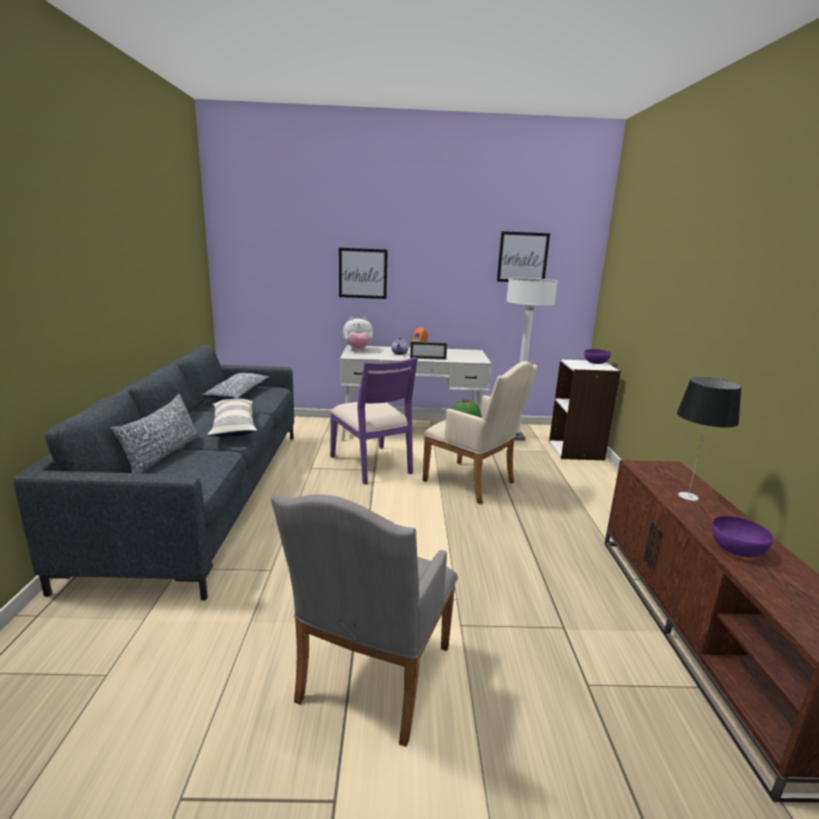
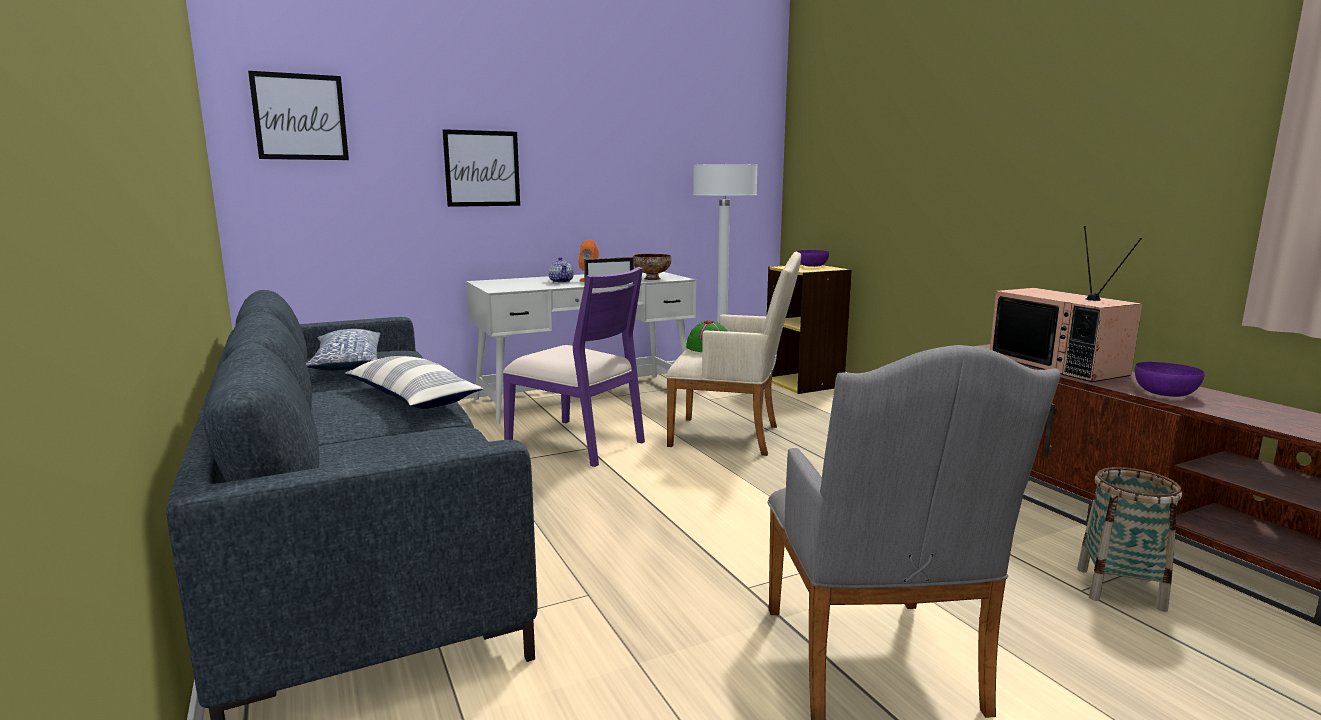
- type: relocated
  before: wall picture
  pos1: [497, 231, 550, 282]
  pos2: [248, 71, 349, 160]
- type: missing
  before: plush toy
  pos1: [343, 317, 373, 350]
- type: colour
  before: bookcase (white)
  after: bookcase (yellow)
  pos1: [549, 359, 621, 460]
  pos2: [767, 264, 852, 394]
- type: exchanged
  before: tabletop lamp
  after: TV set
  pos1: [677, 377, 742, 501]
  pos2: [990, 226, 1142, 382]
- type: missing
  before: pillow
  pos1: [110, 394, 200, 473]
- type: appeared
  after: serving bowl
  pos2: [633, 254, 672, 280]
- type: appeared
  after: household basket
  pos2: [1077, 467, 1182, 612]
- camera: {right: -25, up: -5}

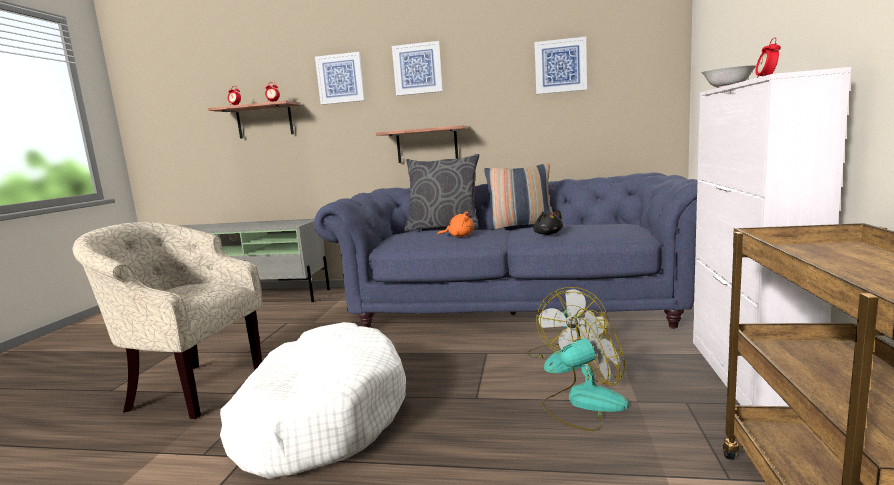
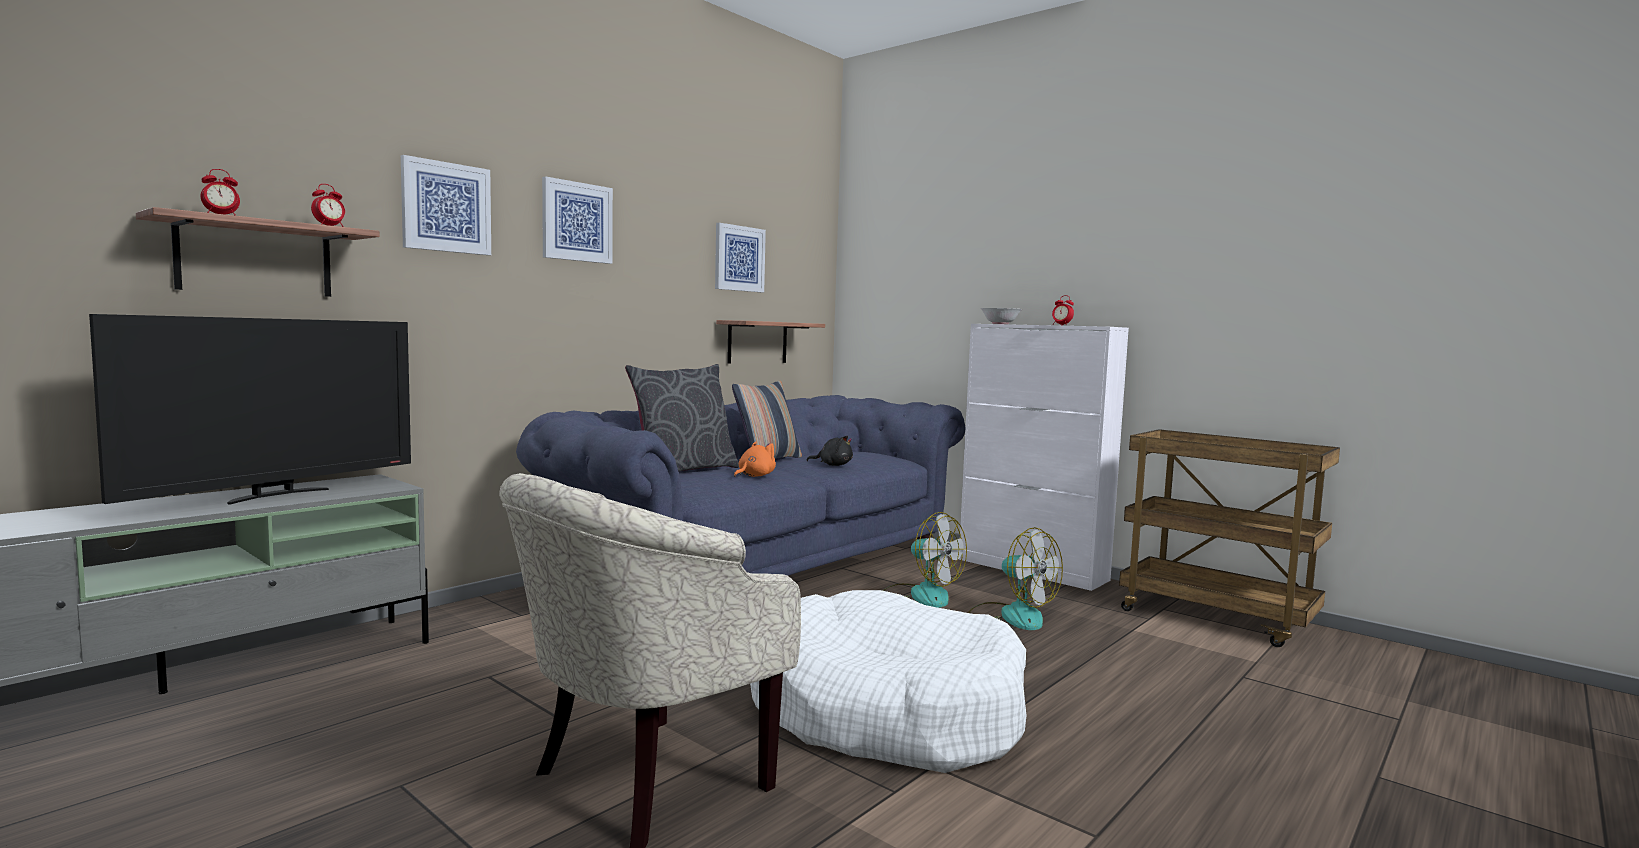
- type: relocated
  before: wall shelf
  pos1: [376, 125, 468, 163]
  pos2: [716, 320, 825, 363]
- type: spun
  before: cooling fan
  pos1: [542, 309, 629, 431]
  pos2: [968, 527, 1063, 630]
  turn: 120
- type: appeared
  after: TV set
  pos2: [89, 314, 411, 505]
- camera: {right: -60, up: -5}

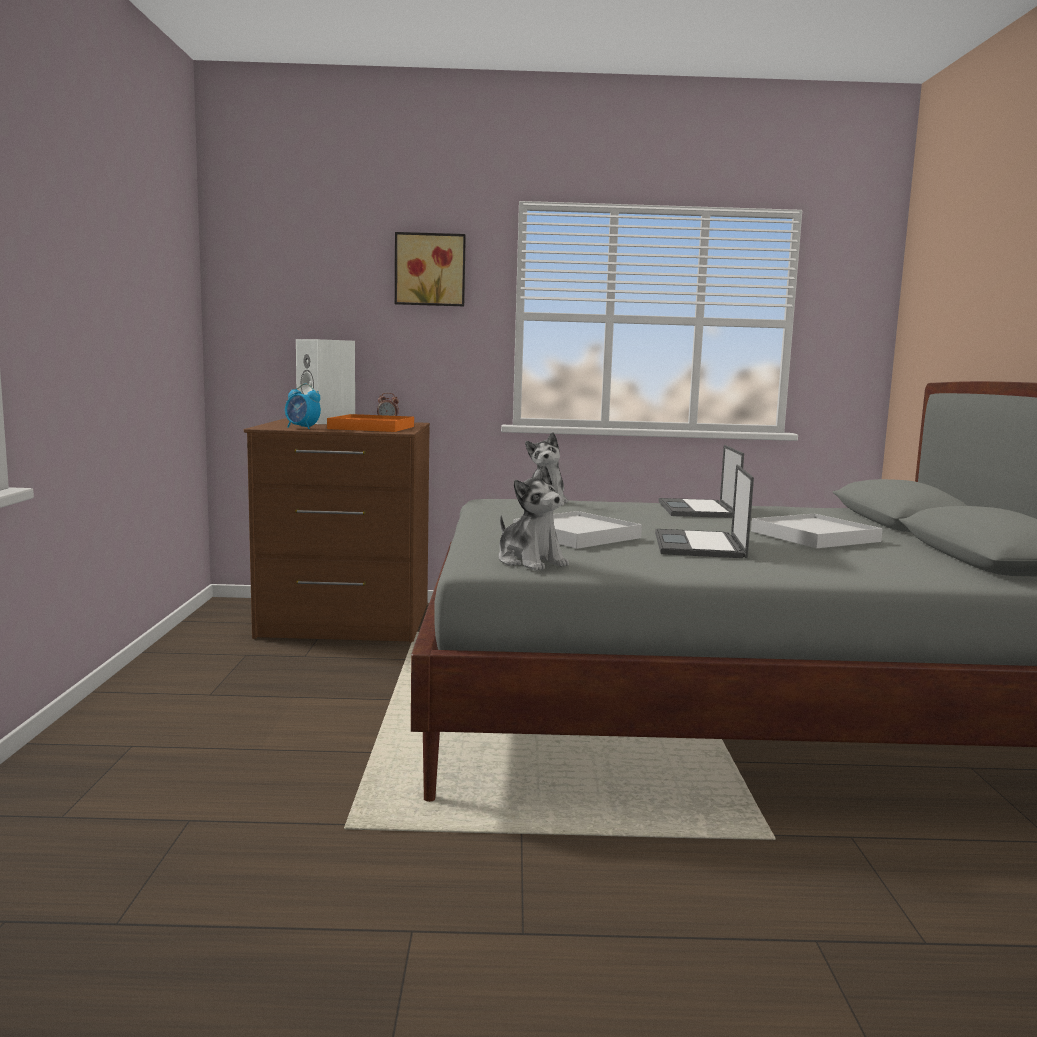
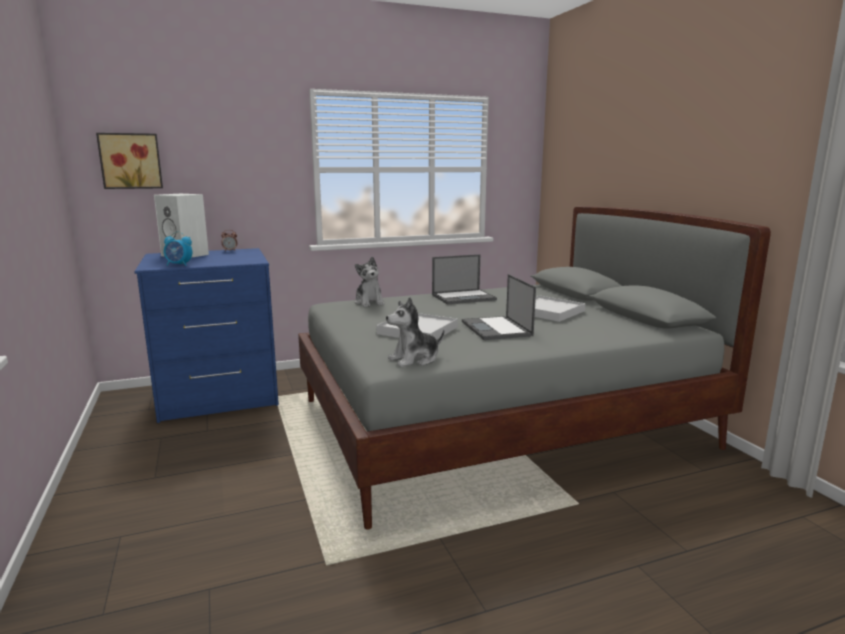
- type: relocated
  before: wall picture
  pos1: [395, 232, 466, 306]
  pos2: [96, 133, 163, 189]
- type: missing
  before: serving tray (orange)
  pos1: [327, 414, 414, 432]
- type: colour
  before: dresser (brown)
  after: dresser (bluish)
  pos1: [244, 419, 430, 643]
  pos2: [134, 248, 279, 423]
- type: spun
  before: portable computer
  pos1: [659, 445, 744, 518]
  pos2: [432, 254, 497, 304]
  turn: -90
- type: spun
  before: plush toy
  pos1: [499, 465, 569, 571]
  pos2: [386, 297, 444, 367]
  turn: 120
- camera: {right: -20, up: 5}

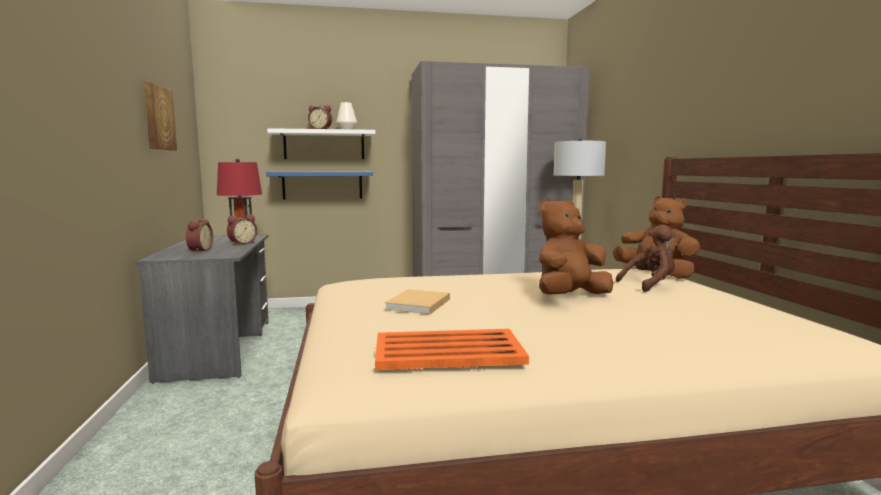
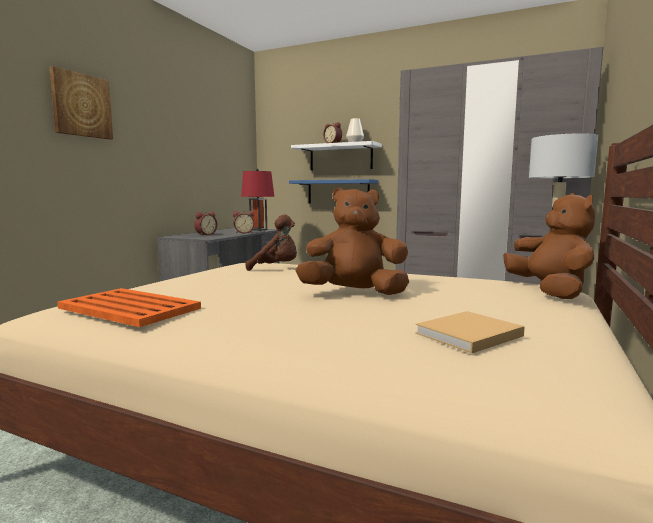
- type: relocated
  before: wall picture
  pos1: [144, 82, 177, 151]
  pos2: [49, 66, 113, 140]
- type: relocated
  before: plush toy (brown)
  pos1: [616, 224, 676, 292]
  pos2: [246, 214, 297, 271]
- type: relocated
  before: volume (beige-coloured)
  pos1: [384, 289, 450, 314]
  pos2: [415, 311, 525, 353]
- camera: {right: 35, up: 0}

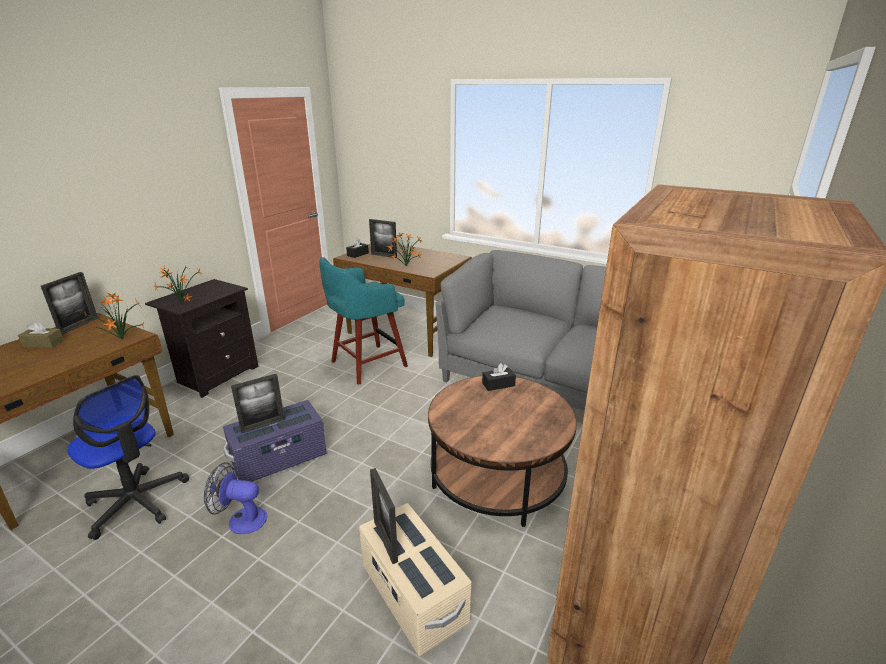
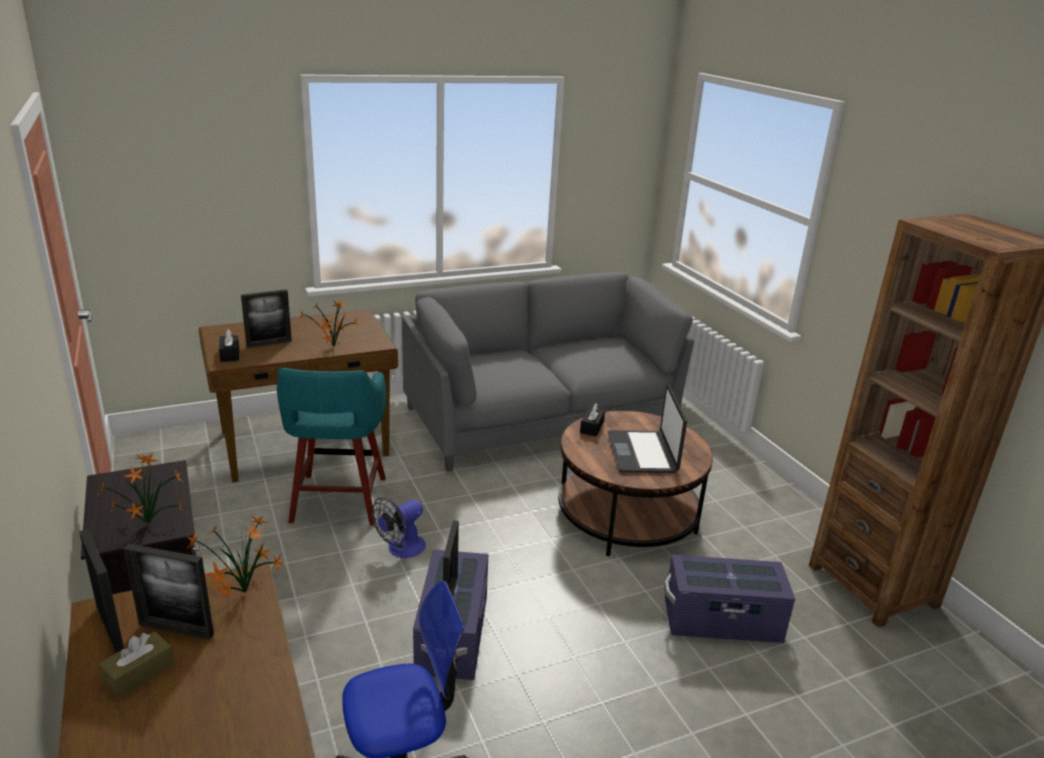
- type: relocated
  before: cooling fan
  pos1: [204, 462, 267, 534]
  pos2: [372, 498, 426, 558]
- type: relocated
  before: photo frame
  pos1: [370, 468, 398, 564]
  pos2: [123, 543, 214, 640]
- type: colour
  before: storage box (beige-coloured)
  after: storage box (purplish)
  pos1: [359, 503, 471, 656]
  pos2: [664, 555, 795, 643]
- type: appeared
  after: portable computer
  pos2: [607, 385, 687, 473]
- camera: {right: -55, up: 0}

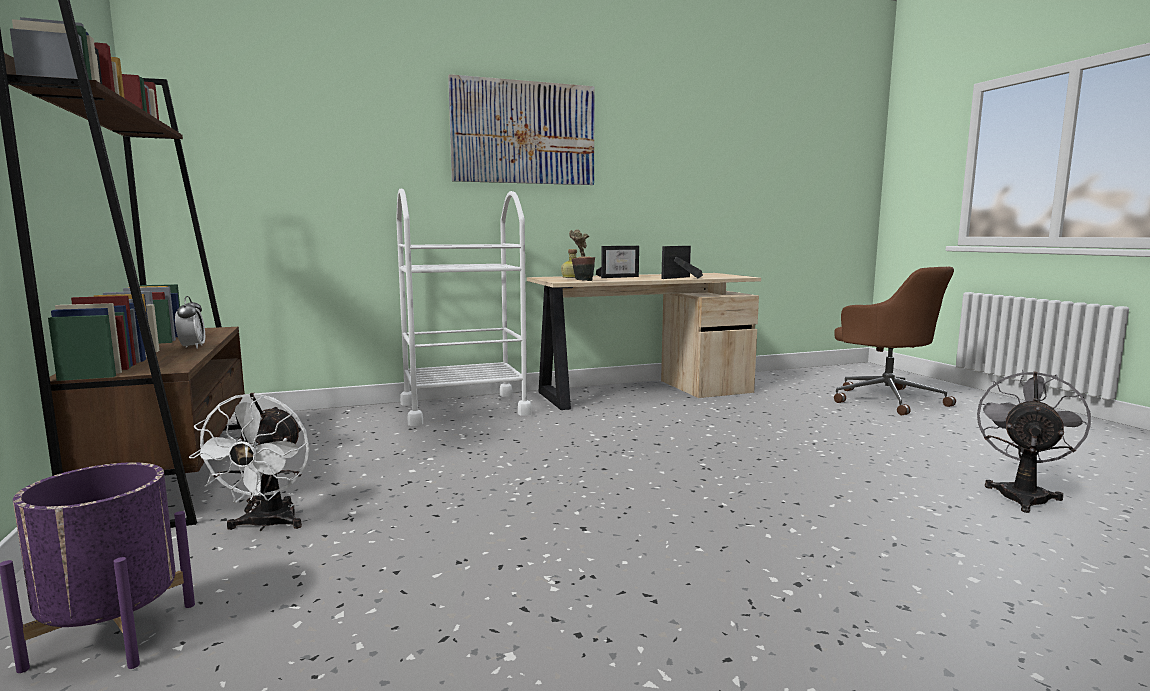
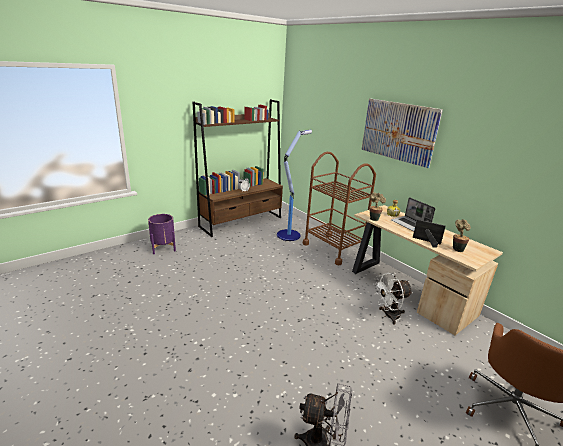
- type: colour
  before: trolley (white)
  after: trolley (brown)
  pos1: [396, 188, 532, 426]
  pos2: [303, 152, 376, 265]
- type: exchanged
  before: photo frame
  after: portable computer
  pos1: [596, 246, 639, 278]
  pos2: [391, 197, 435, 231]
- type: relocated
  before: cooling fan (white)
  pos1: [189, 393, 310, 531]
  pos2: [373, 273, 413, 325]
- type: appeared
  after: floor lamp
  pos2: [277, 130, 312, 241]
- type: appeared
  after: plant in a pot
  pos2: [453, 219, 471, 252]
- camera: {right: 70, up: 15}

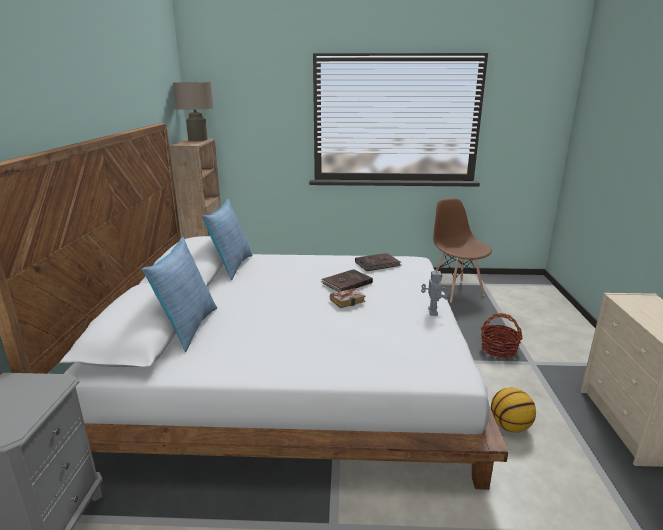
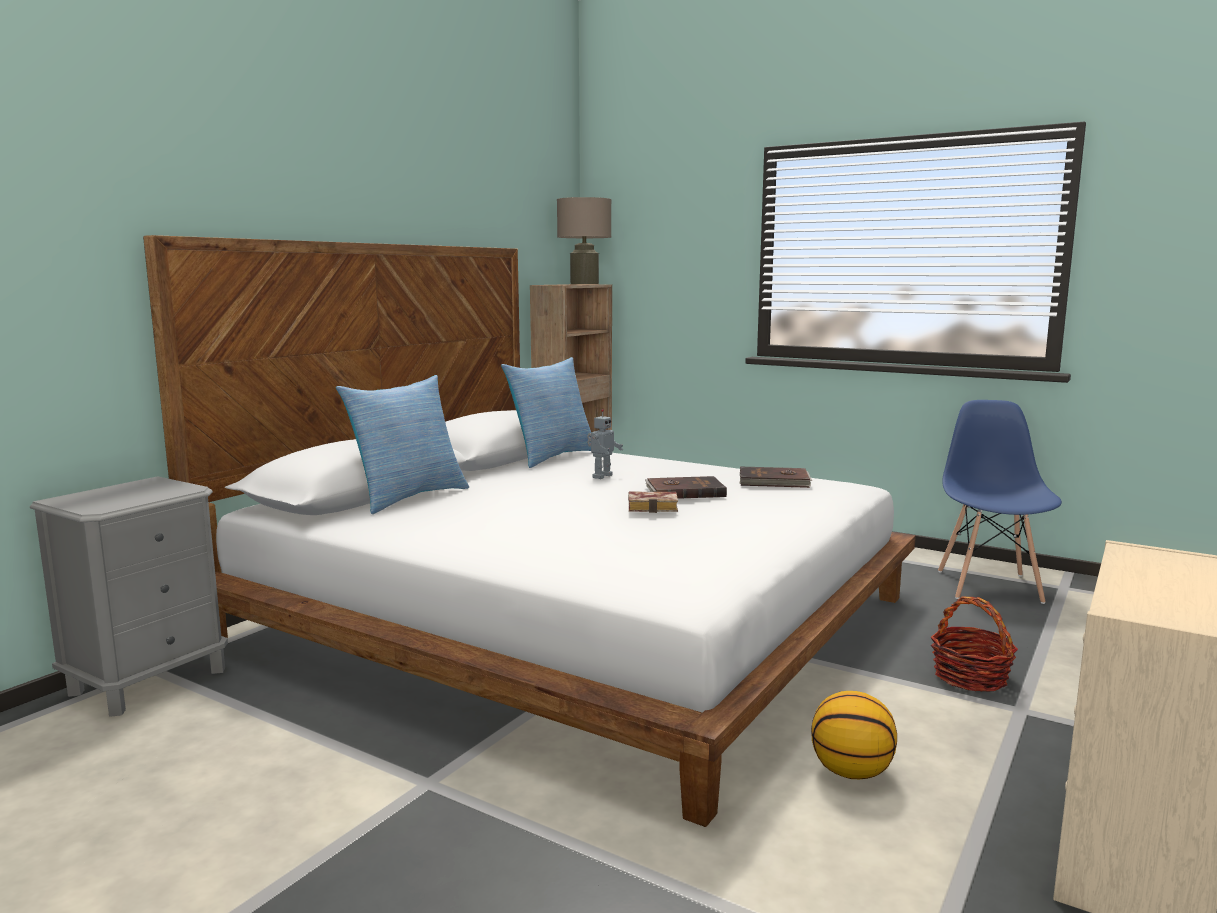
- type: colour
  before: plain chair (brown)
  after: plain chair (bluish)
  pos1: [433, 198, 492, 302]
  pos2: [938, 400, 1062, 604]
- type: relocated
  before: model robot
  pos1: [421, 267, 448, 316]
  pos2: [587, 409, 623, 479]
- camera: {right: 30, up: -10}

